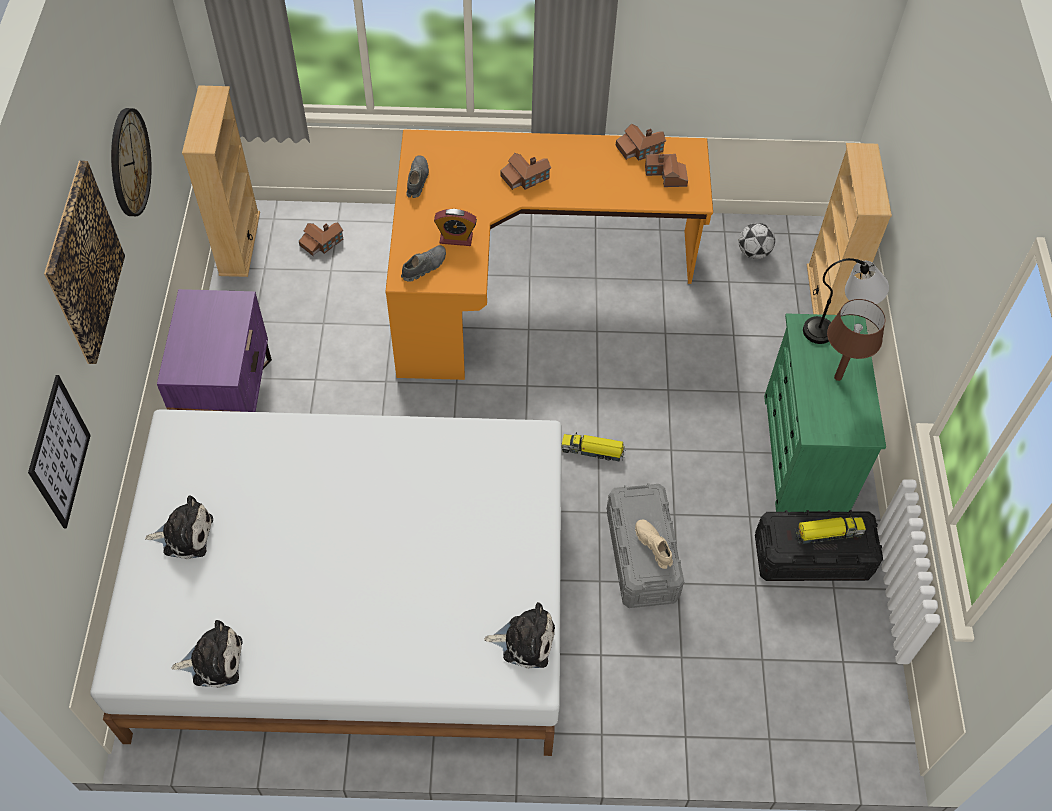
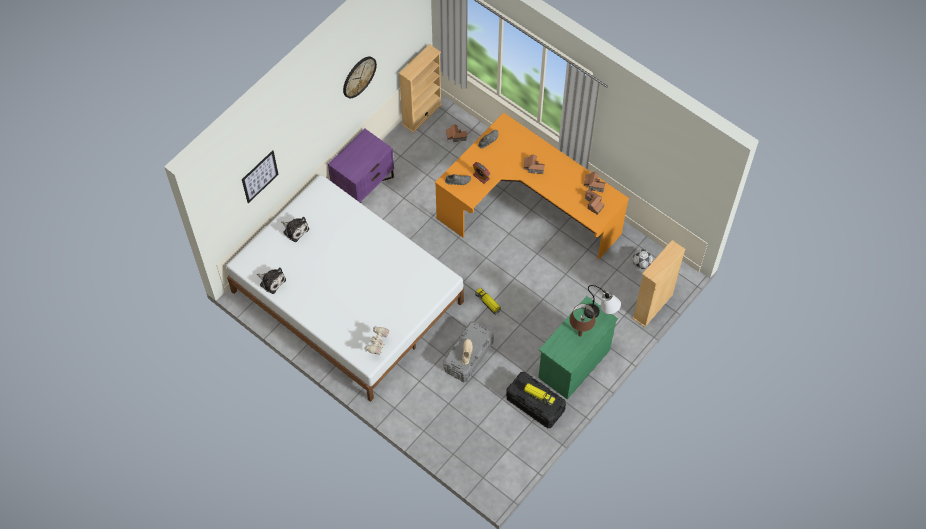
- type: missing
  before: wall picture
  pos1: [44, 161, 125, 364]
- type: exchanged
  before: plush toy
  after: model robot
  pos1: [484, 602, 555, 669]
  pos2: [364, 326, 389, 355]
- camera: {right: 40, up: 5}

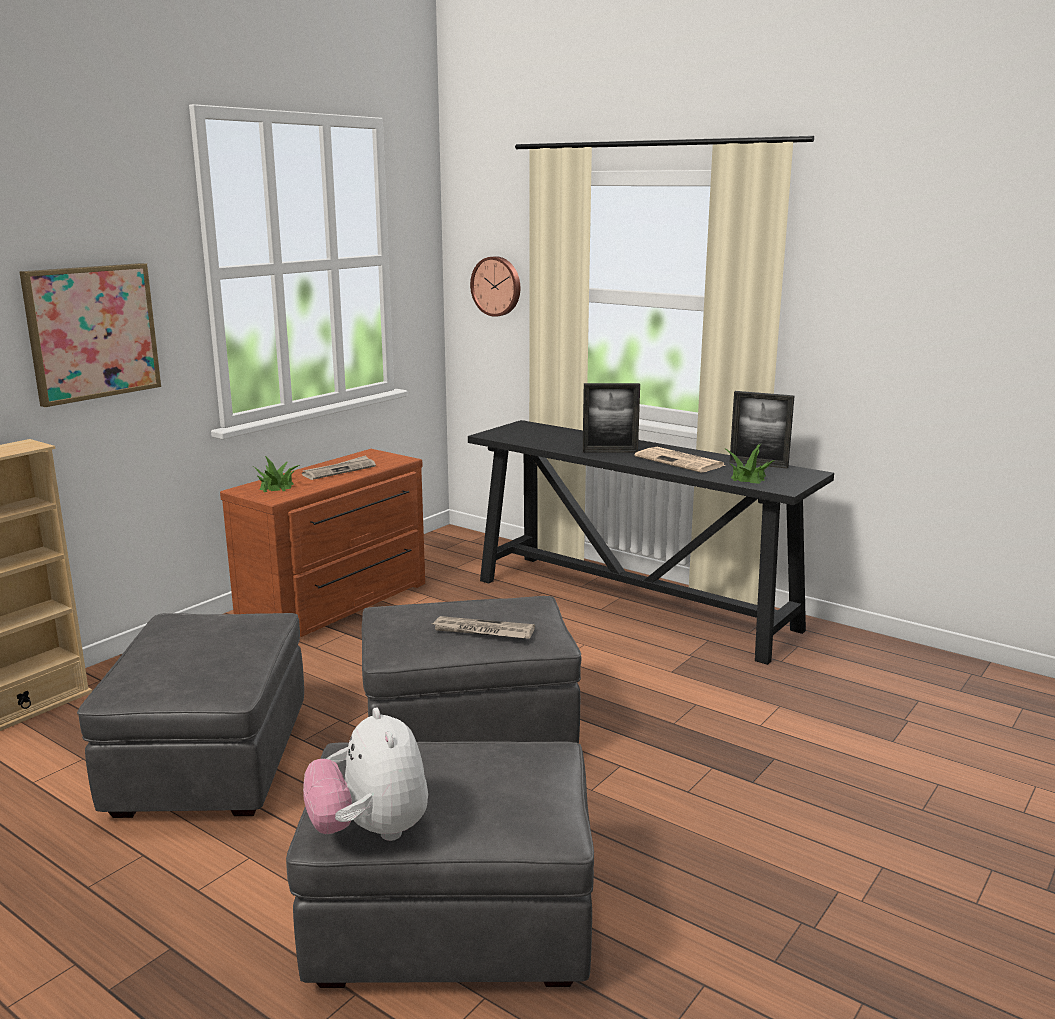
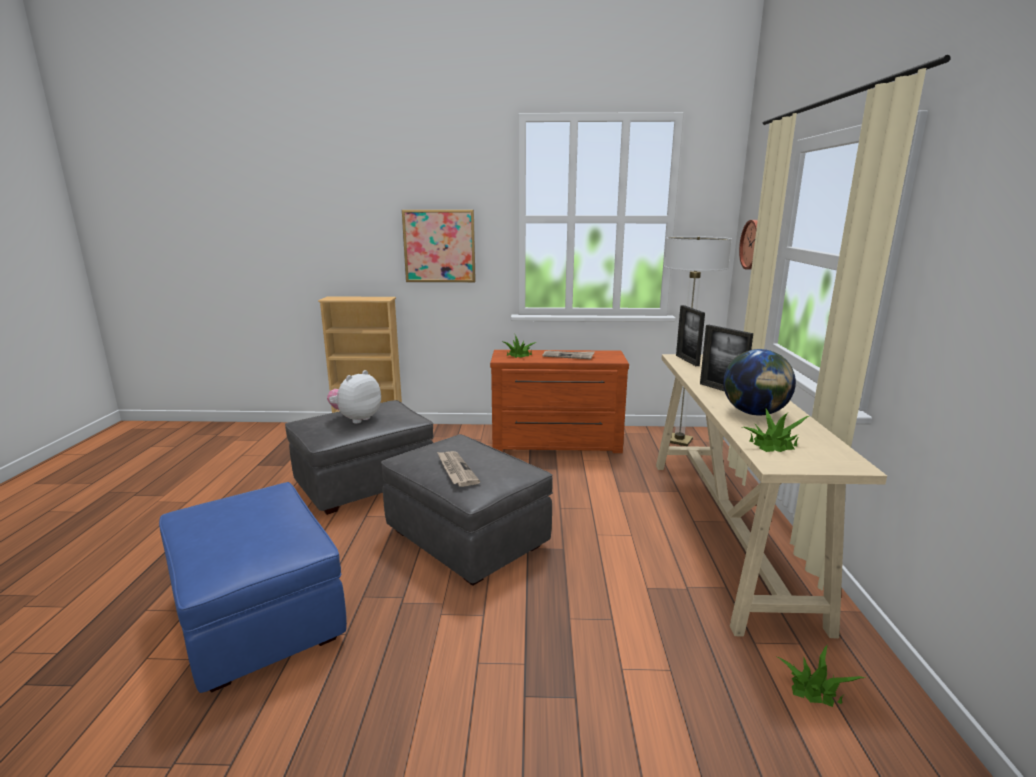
- type: relocated
  before: photo frame
  pos1: [730, 391, 795, 469]
  pos2: [676, 305, 705, 366]
- type: colour
  before: console table (black-coloured)
  after: console table (beige-coloured)
  pos1: [468, 420, 834, 665]
  pos2: [656, 354, 887, 638]
- type: exchanged
  before: printed paper
  after: globe
  pos1: [635, 447, 725, 472]
  pos2: [723, 349, 796, 416]
- type: relocated
  before: plush toy
  pos1: [303, 707, 428, 841]
  pos2: [327, 370, 381, 424]
- type: colour
  before: ottoman (gray)
  after: ottoman (bluish)
  pos1: [286, 741, 594, 988]
  pos2: [159, 482, 347, 693]
- type: appeared
  after: floor lamp
  pos2: [664, 236, 732, 446]
- type: appeared
  after: plant in a pot
  pos2: [775, 645, 865, 707]
- camera: {right: 55, up: 0}

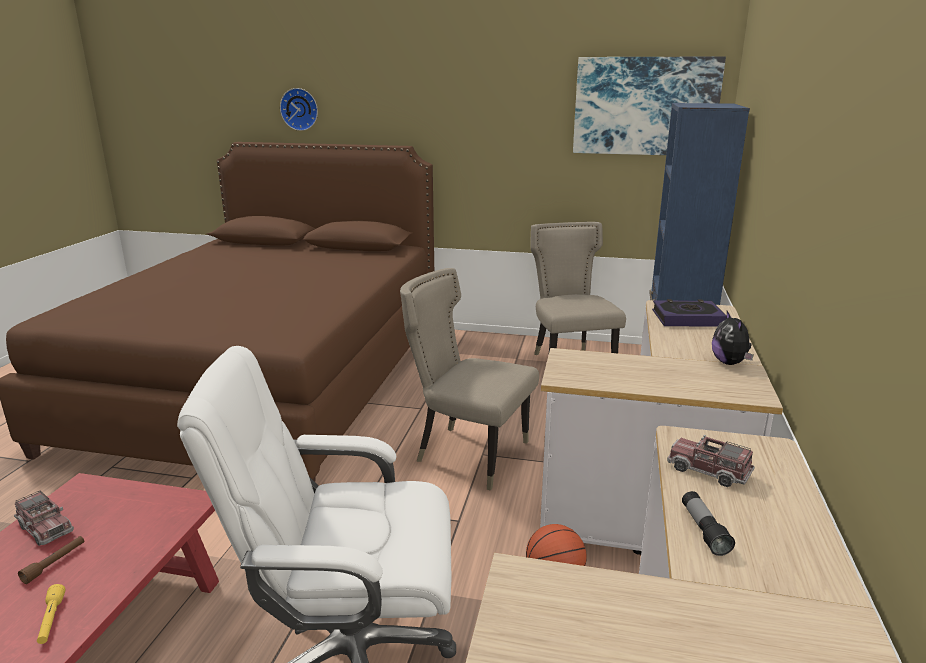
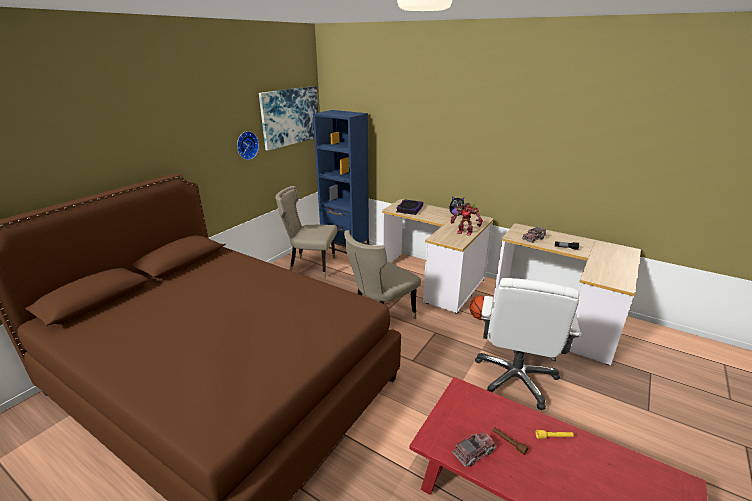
- type: relocated
  before: clock on the wall
  pos1: [280, 88, 318, 131]
  pos2: [237, 131, 259, 160]
- type: appeared
  after: model robot
  pos2: [451, 203, 483, 236]
- camera: {right: -70, up: 5}

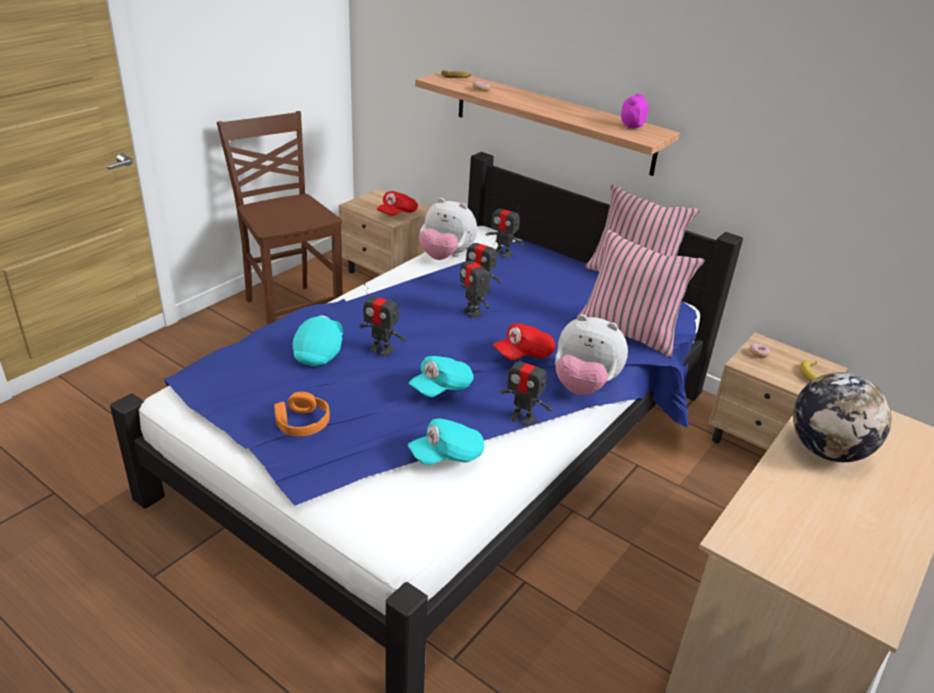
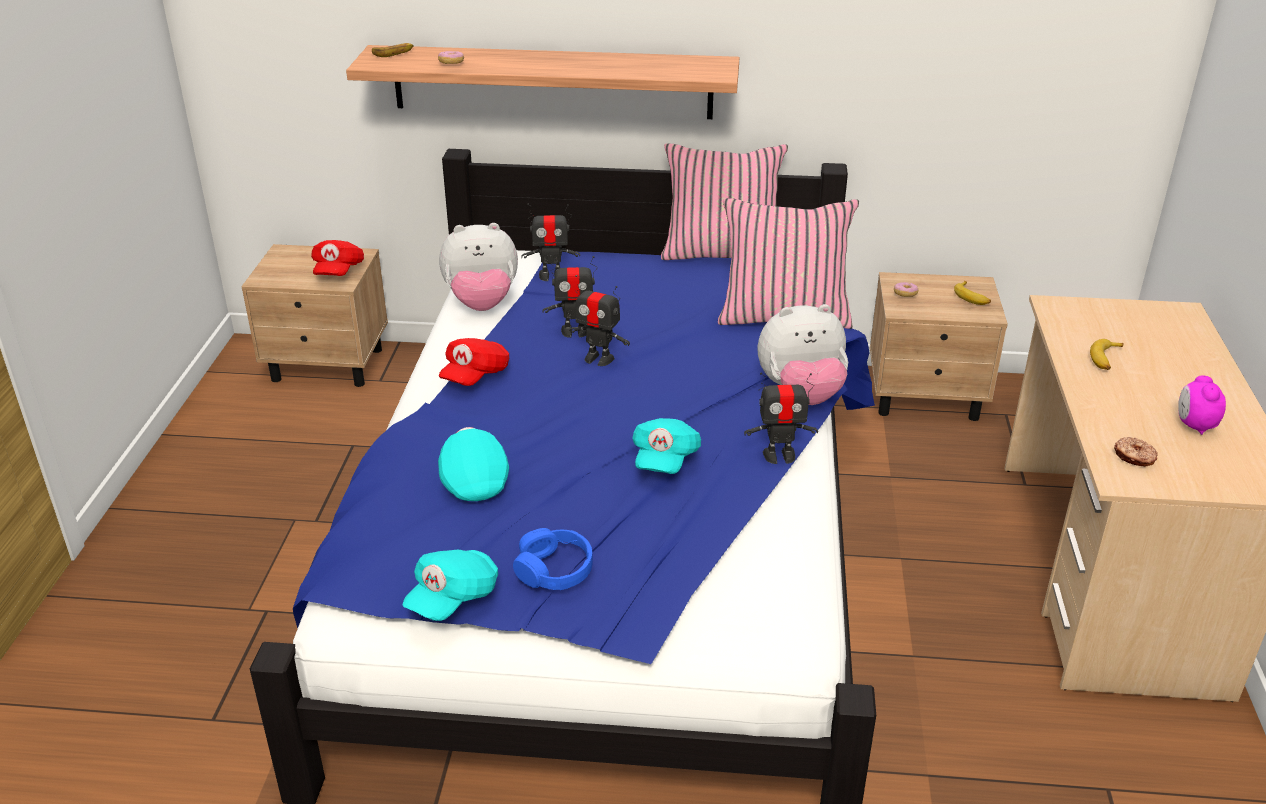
- type: relocated
  before: bedside clock
  pos1: [621, 94, 648, 129]
  pos2: [1178, 375, 1226, 435]
- type: missing
  before: plain chair (brown)
  pos1: [217, 111, 343, 325]
- type: missing
  before: model robot
  pos1: [359, 284, 406, 356]
- type: relocated
  before: cap (red-coloured)
  pos1: [493, 323, 556, 360]
  pos2: [439, 338, 509, 386]
- type: exchanged
  before: globe
  after: whole banana
  pos1: [793, 372, 891, 462]
  pos2: [1090, 339, 1124, 370]
- type: colour
  before: headset (orange)
  after: headset (bluish)
  pos1: [274, 392, 330, 436]
  pos2: [513, 528, 593, 590]
- type: relocated
  before: cap (turquoise-coloured)
  pos1: [407, 418, 484, 465]
  pos2: [402, 550, 498, 621]
- type: appeared
  after: doughnut
  pos2: [1114, 437, 1158, 467]
- camera: {right: -30, up: 0}

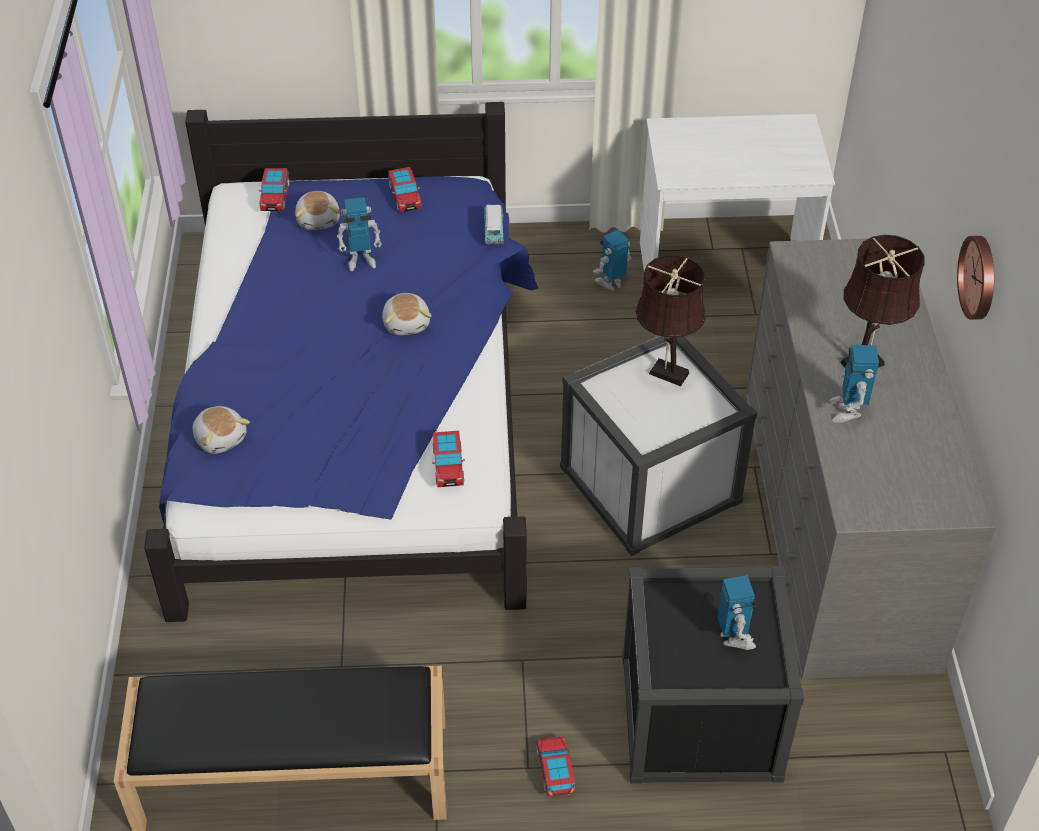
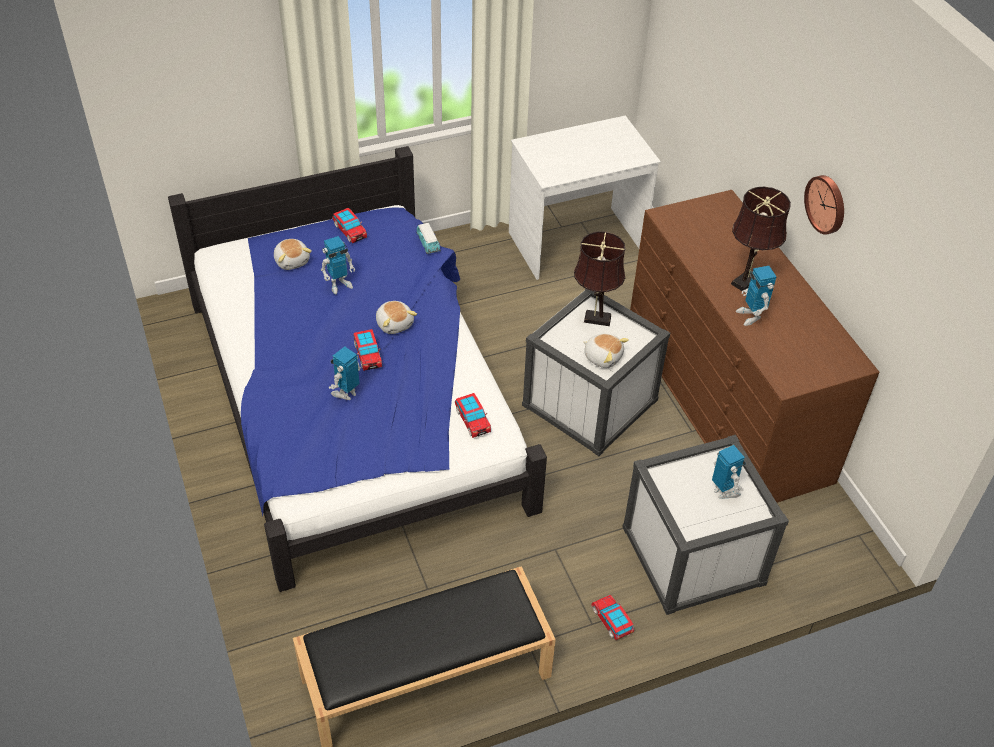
- type: relocated
  before: toy car
  pos1: [259, 168, 289, 211]
  pos2: [353, 329, 382, 371]
- type: relocated
  before: model robot
  pos1: [593, 230, 631, 290]
  pos2: [329, 347, 361, 400]
- type: colour
  before: dresser (gray)
  after: dresser (brown)
  pos1: [746, 239, 996, 679]
  pos2: [630, 190, 879, 503]
- type: relocated
  before: plush toy
  pos1: [193, 406, 250, 454]
  pos2: [583, 334, 629, 368]
- type: colour
  before: storage box (black-coloured)
  after: storage box (white)
  pos1: [622, 567, 804, 784]
  pos2: [622, 435, 789, 615]
- camera: {right: -20, up: 0}

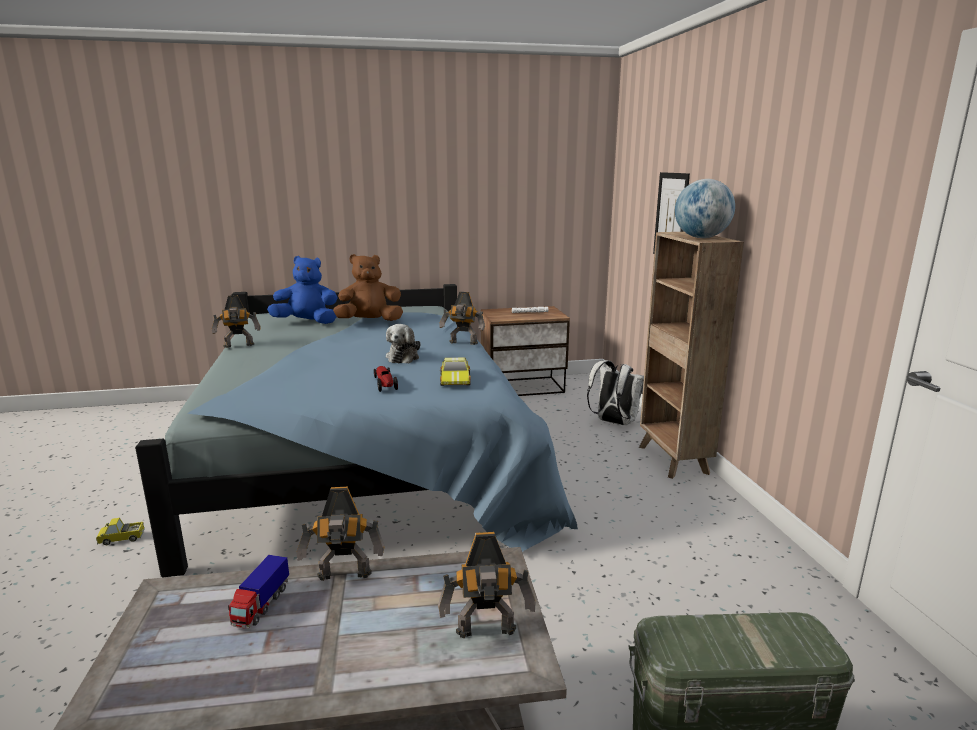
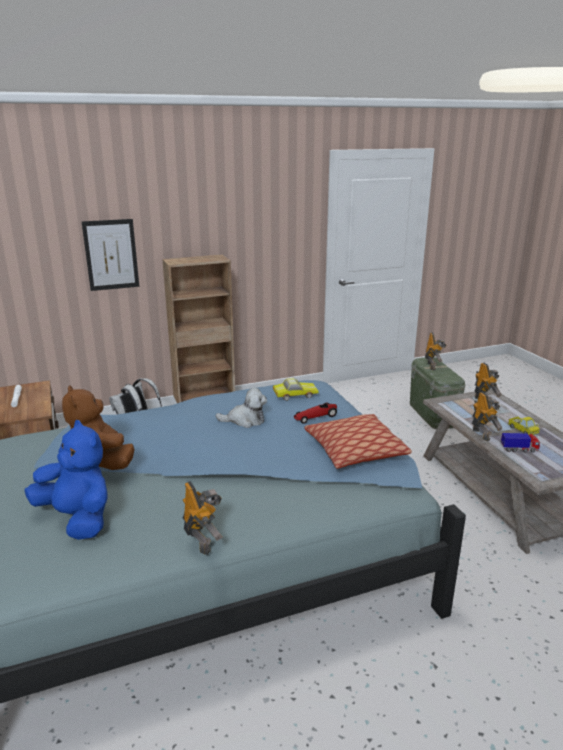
- type: missing
  before: globe
  pos1: [675, 179, 735, 238]
- type: spun
  before: plush toy (bluish)
  pos1: [267, 256, 338, 324]
  pos2: [24, 420, 107, 540]
  turn: 135
- type: relocated
  before: model robot
  pos1: [439, 292, 485, 345]
  pos2: [425, 332, 447, 371]
- type: relocated
  before: toy truck
  pos1: [96, 518, 145, 545]
  pos2: [508, 417, 540, 435]
- type: appeared
  after: pillow
  pos2: [304, 414, 412, 469]
- camera: {right: -100, up: 5}

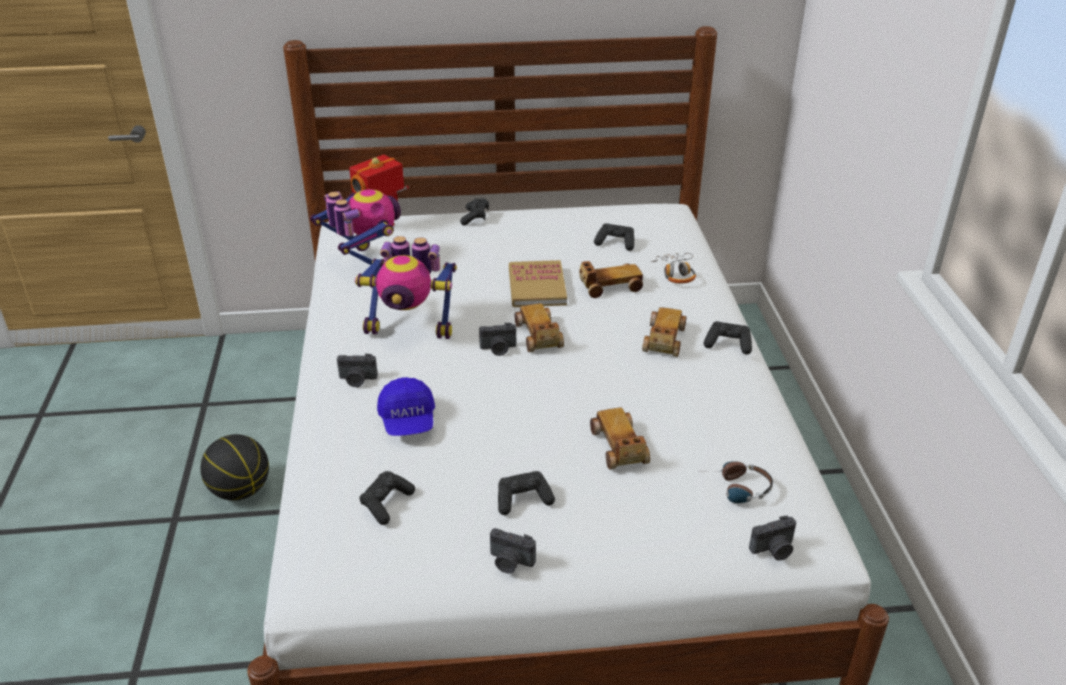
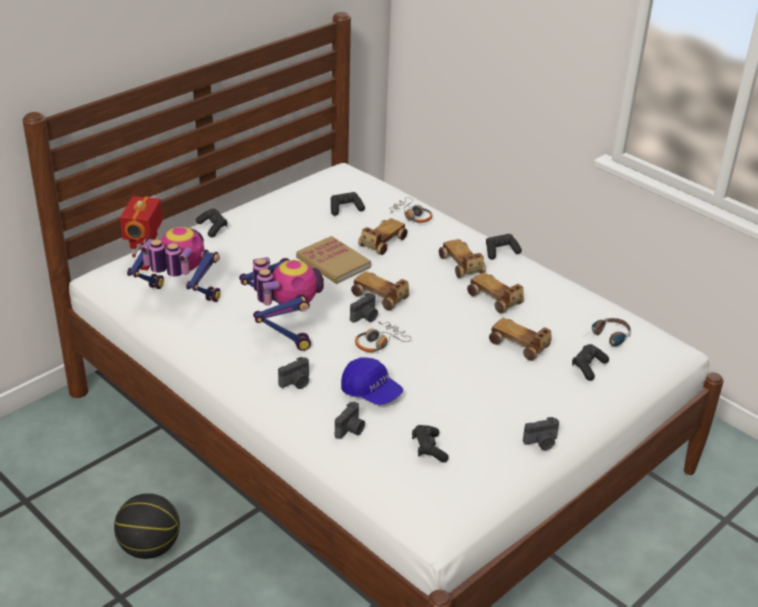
- type: spun
  before: model robot
  pos1: [355, 236, 457, 339]
  pos2: [239, 257, 324, 351]
  turn: -75
- type: relocated
  before: joypad (black-coloured)
  pos1: [498, 471, 555, 515]
  pos2: [572, 344, 609, 381]
- type: relocated
  before: photo camera
  pos1: [749, 515, 796, 561]
  pos2: [335, 402, 365, 439]
- type: appeared
  after: toy car
  pos2: [467, 272, 524, 314]
- type: appeared
  after: headset
  pos2: [355, 321, 411, 352]
- camera: {right: -40, up: 0}

